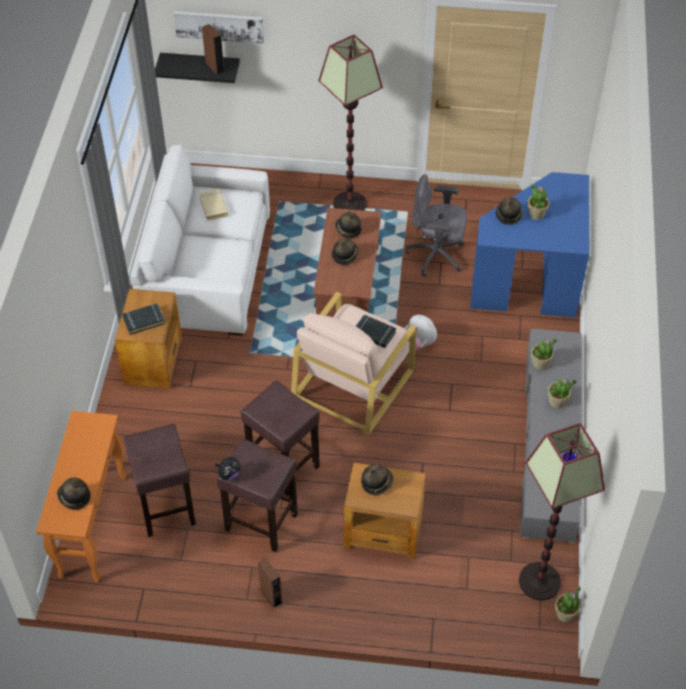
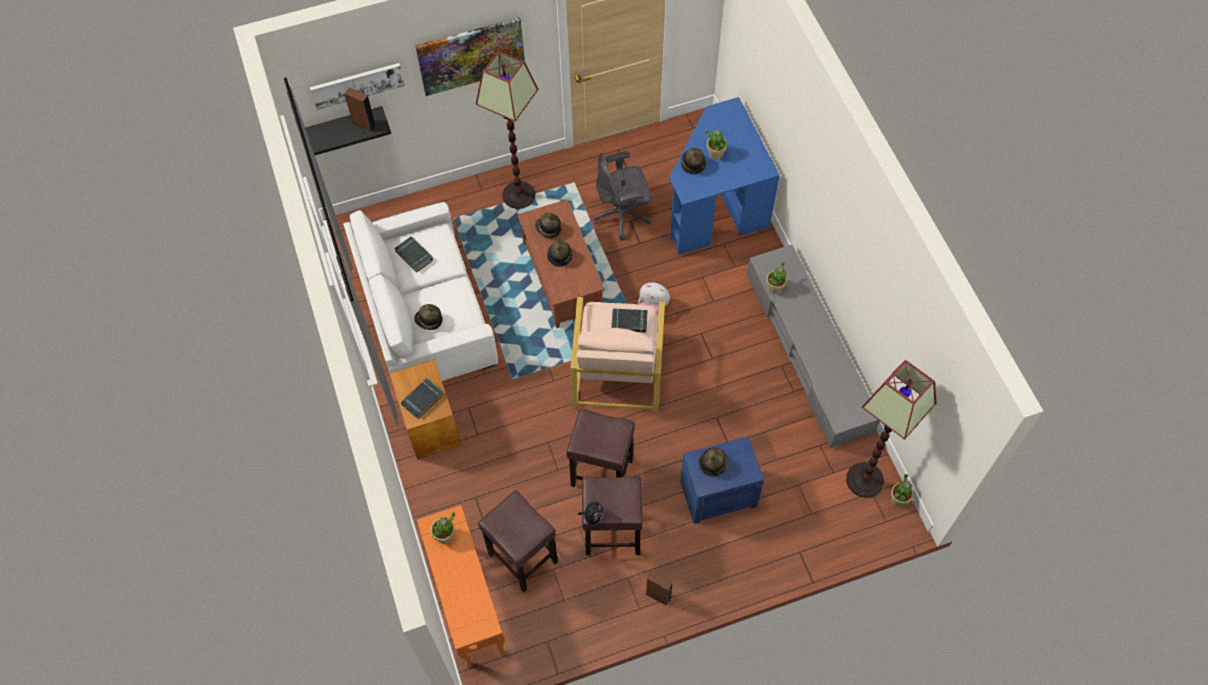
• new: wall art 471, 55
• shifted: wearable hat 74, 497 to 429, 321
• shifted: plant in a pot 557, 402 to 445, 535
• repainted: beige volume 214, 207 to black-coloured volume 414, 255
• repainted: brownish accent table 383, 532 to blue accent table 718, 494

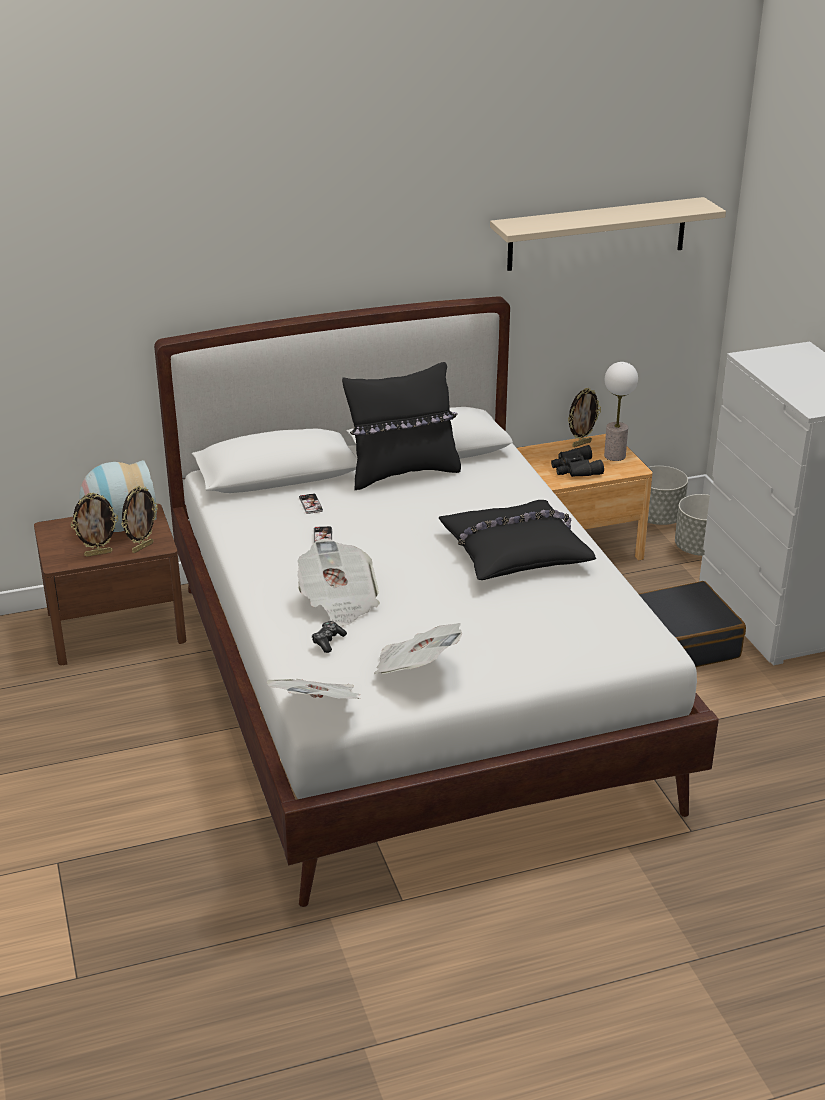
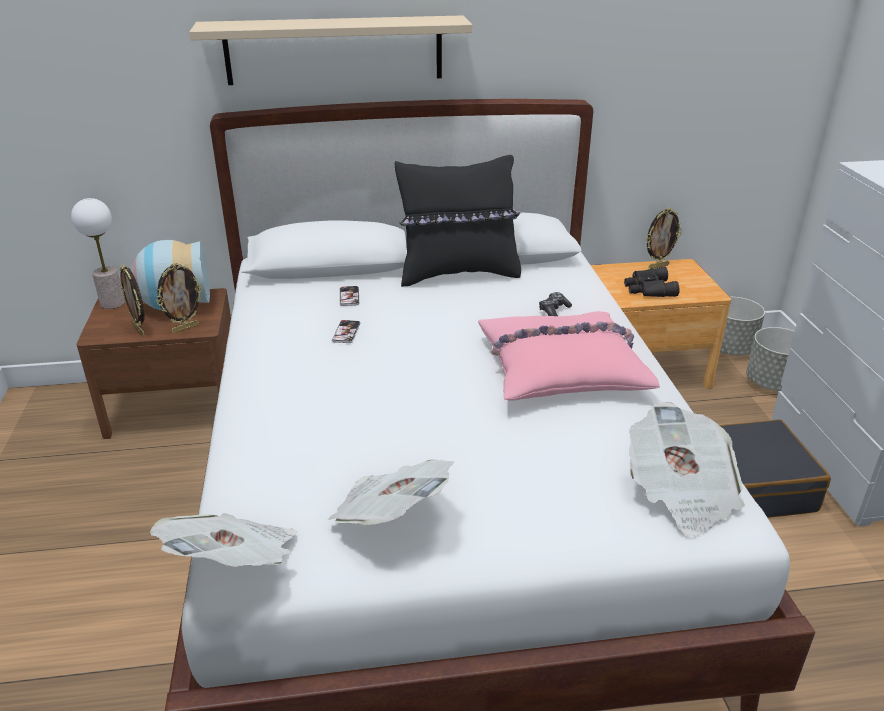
• shifted: printed paper 339, 601 to 680, 493
• shifted: game controller 328, 641 to 553, 310
• shifted: beige bracket shelf 597, 234 to 334, 50
• shifted: tabletop lamp 614, 456 to 112, 303
• repainted: black-coloured pillow 514, 551 to pinkish pillow 561, 368
• rotated: picture frame 98, 553 = 140, 330 60 degrees clockwise

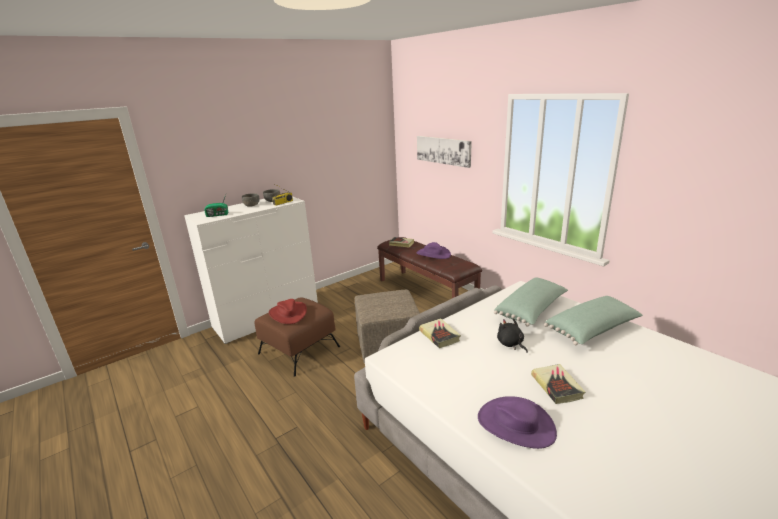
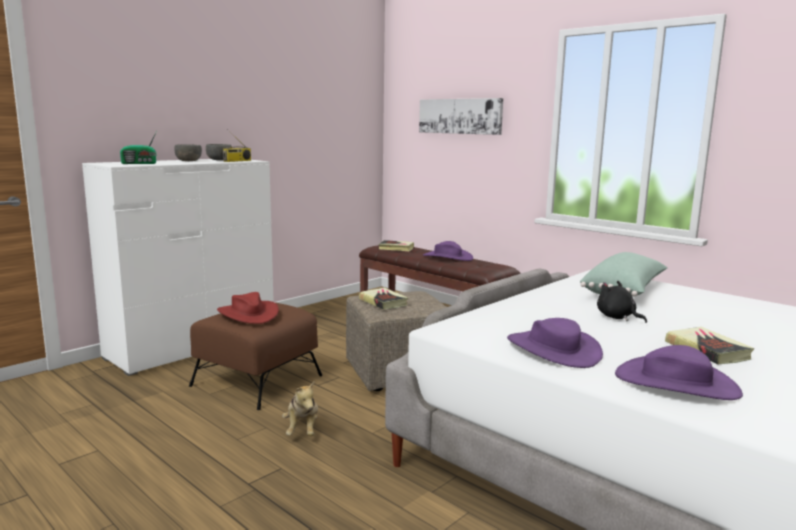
• gone: green pillow 593, 330
• new: soft toy 302, 430
• new: purplish wearable hat 553, 349
• shifted: volume 439, 335 to 383, 302

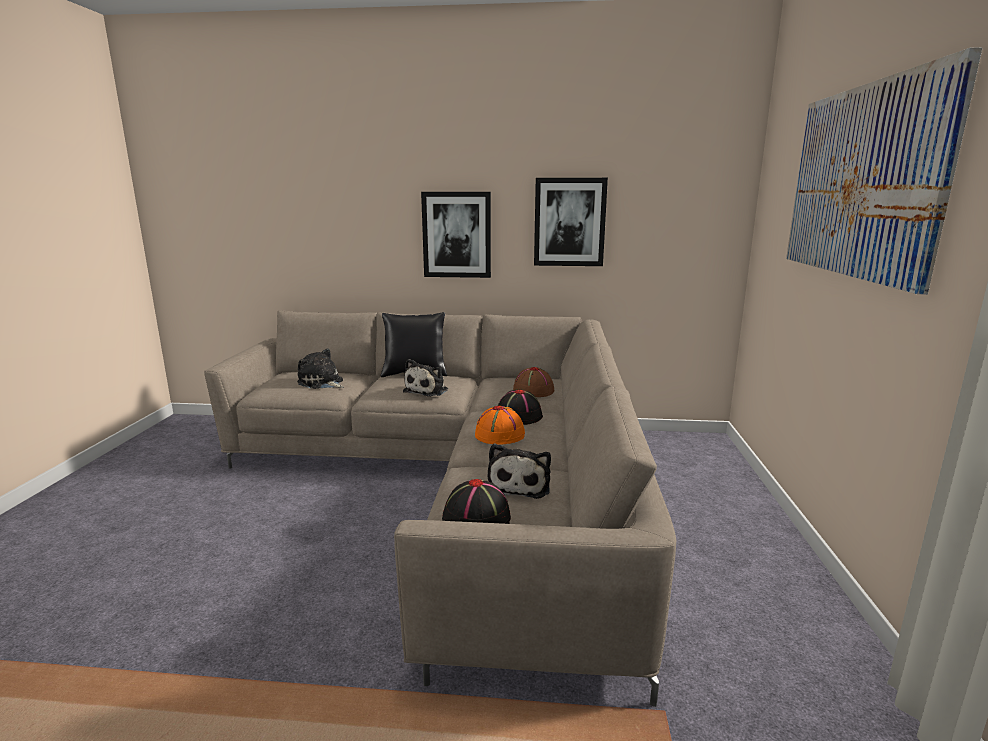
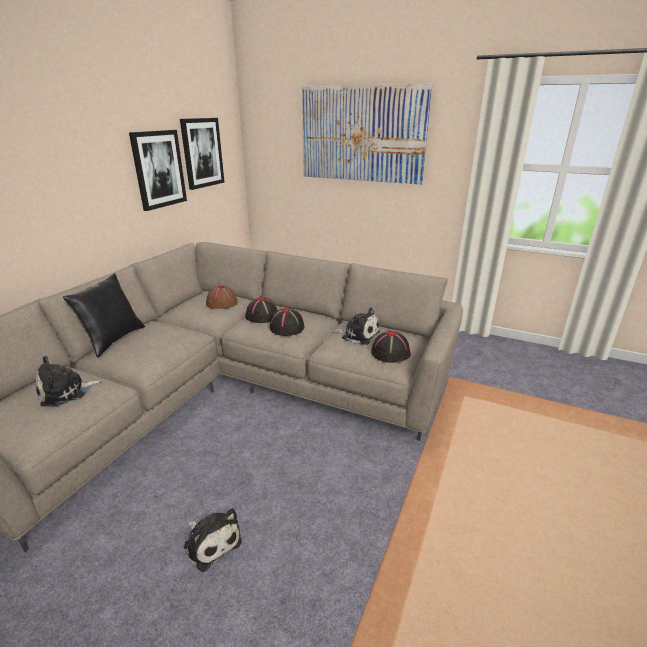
• shifted: soft toy 428, 390 to 211, 542
• shifted: wall art 457, 235 to 202, 153
• repainted: orange wearable hat 500, 434 to black-coloured wearable hat 287, 327

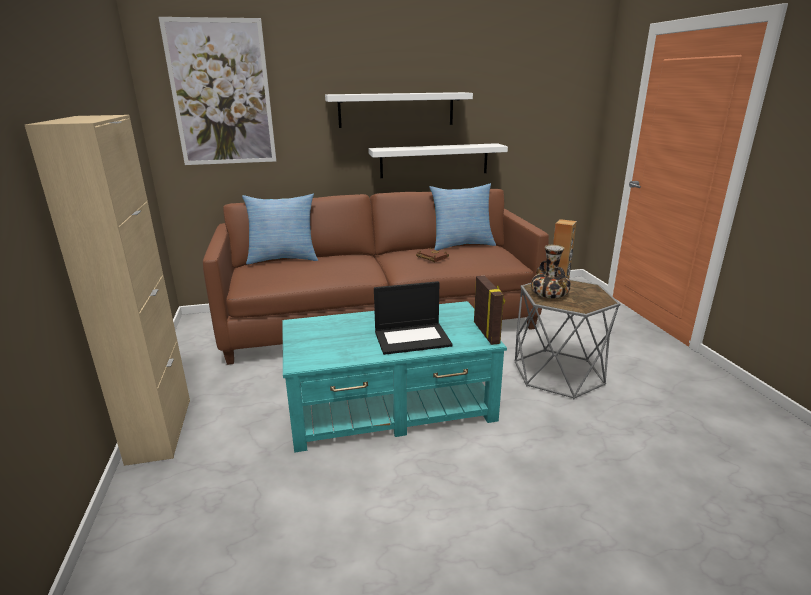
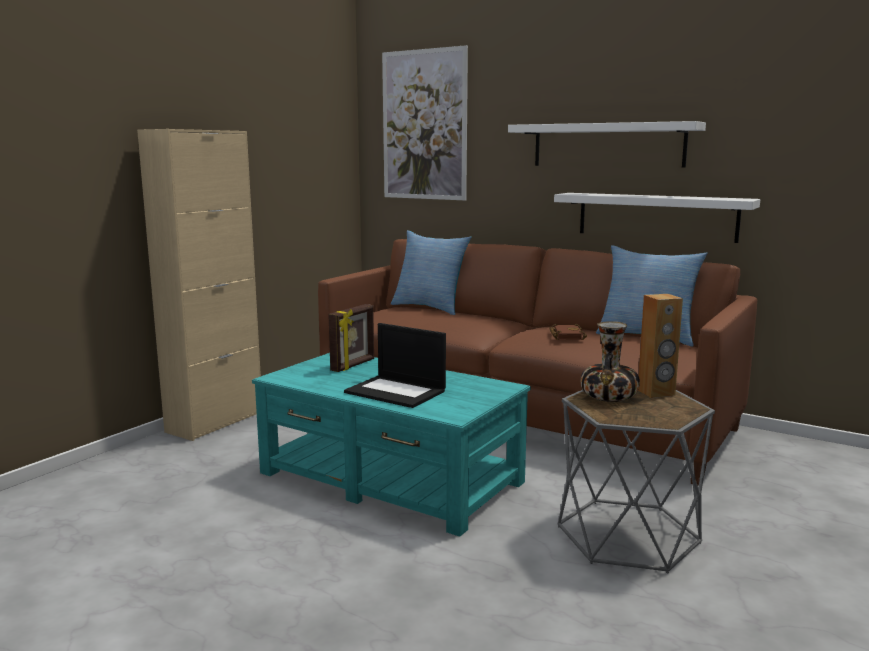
• shifted: picture frame 487, 333 to 353, 365

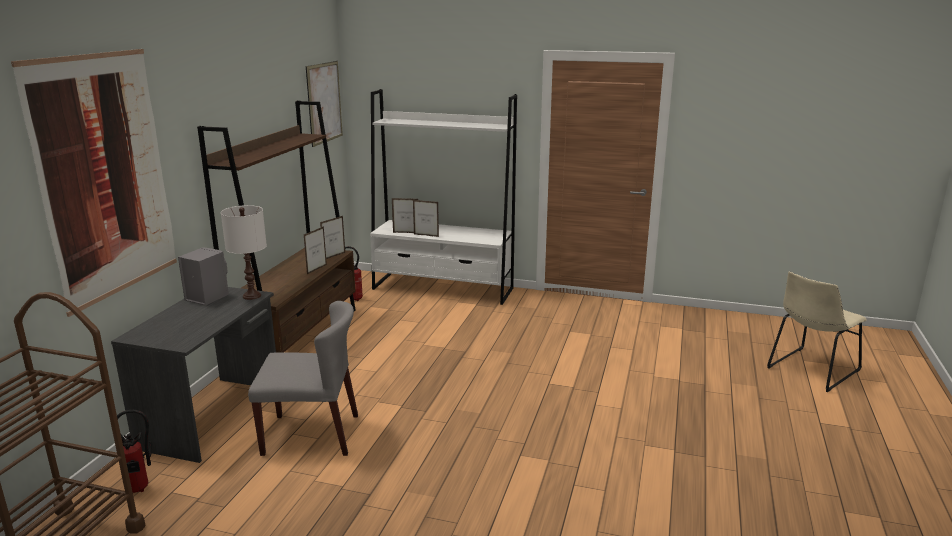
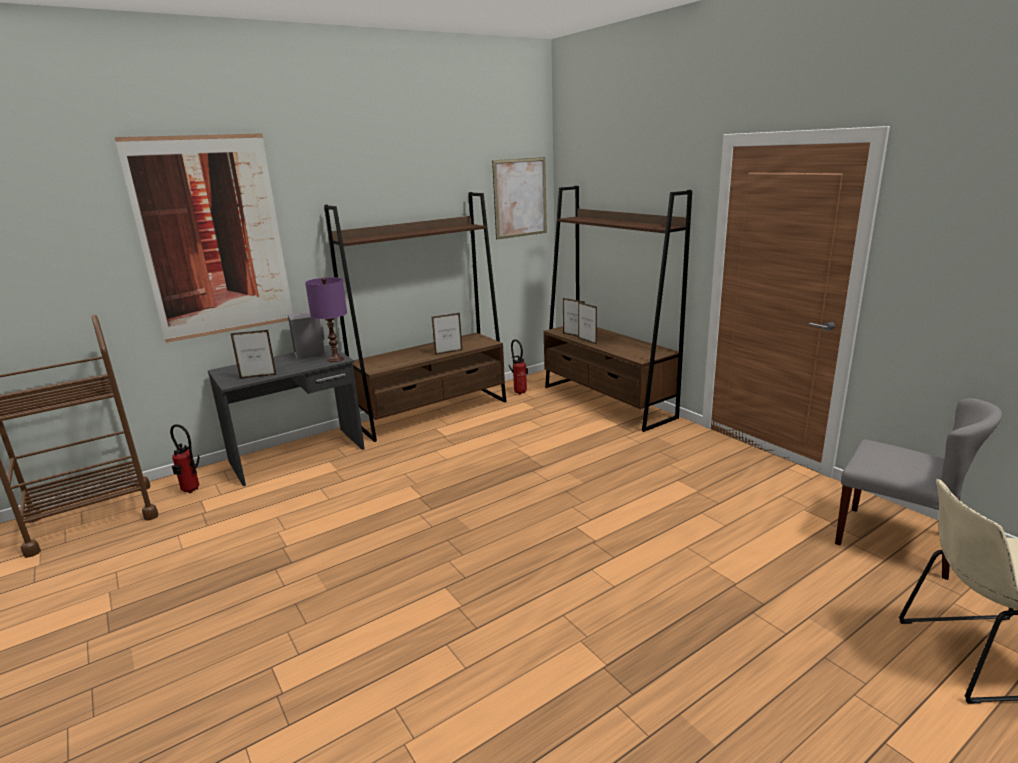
• shifted: gray plain chair 312, 434 to 897, 541
• shifted: picture frame 334, 256 to 258, 376
• repainted: white-coloured tabletop lamp 252, 296 to purplish tabletop lamp 336, 359
• repainted: white-coloured bookcase 443, 289 to brownish bookcase 607, 401

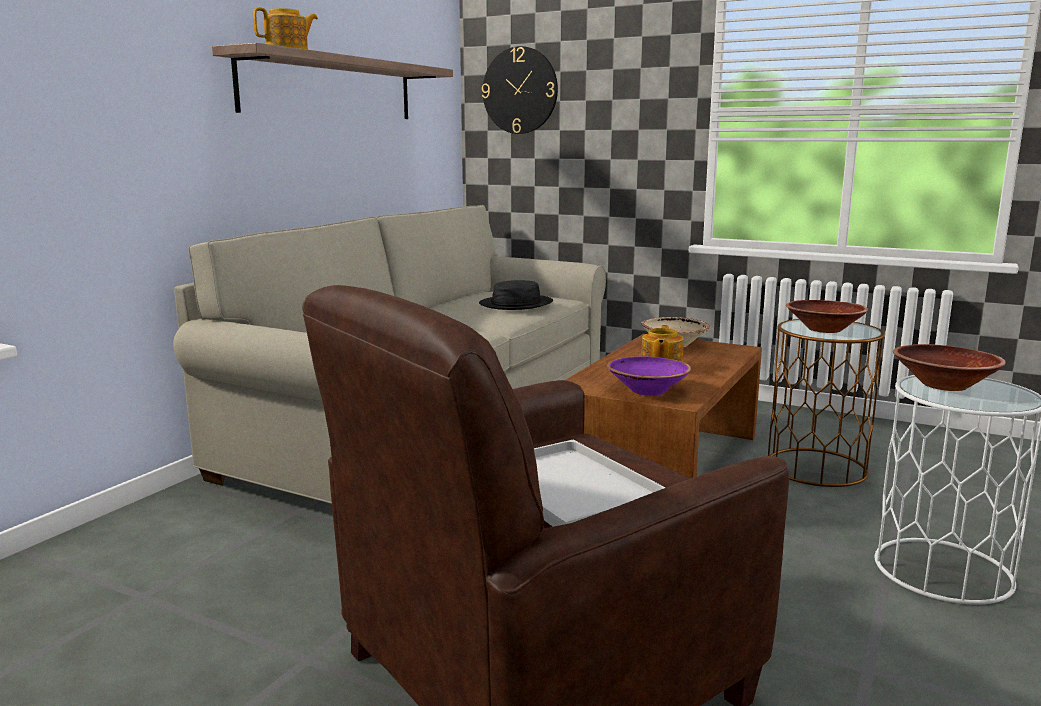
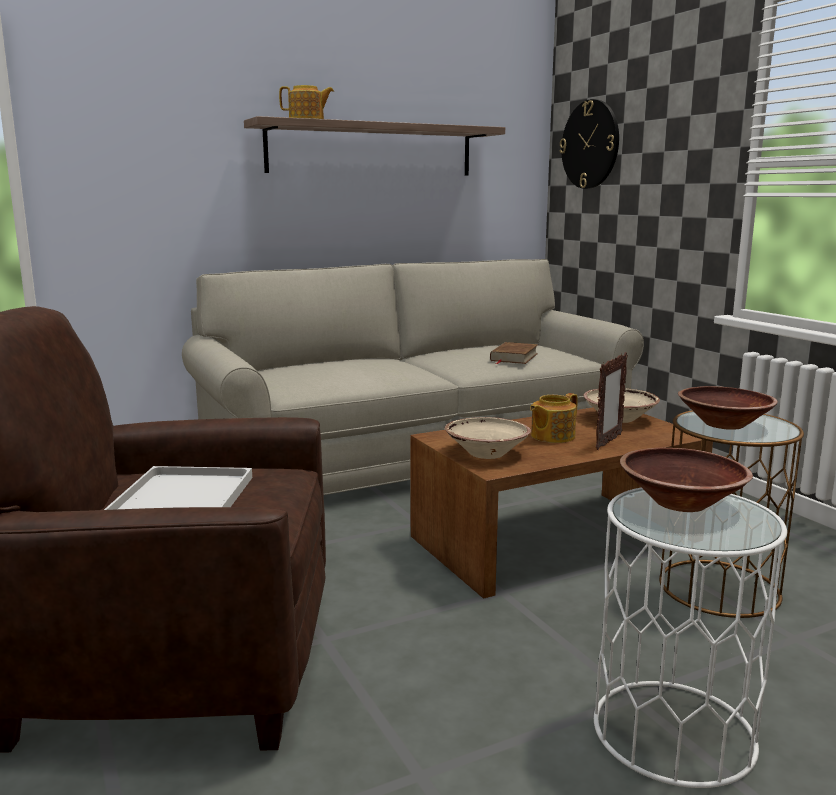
• new: picture frame 608, 442
• swapped: black-coloured wearable hat 516, 304 to brownish volume 513, 357
• repainted: purplish serving bowl 647, 391 to beige serving bowl 486, 453

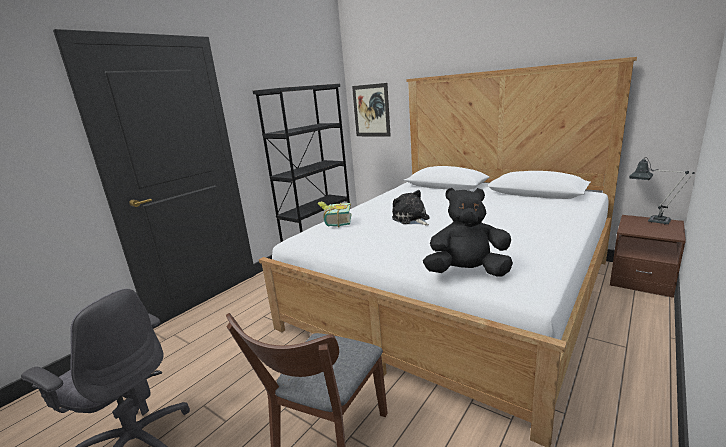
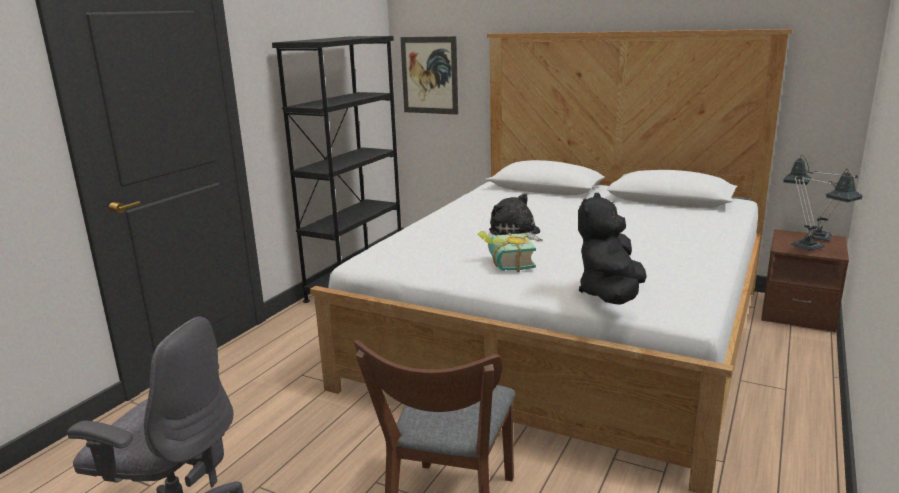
• new: tabletop lamp 813, 248
• shifted: volume 335, 222 to 505, 264
• rotated: black-coloured soft toy 467, 272 = 611, 295 60 degrees counterclockwise

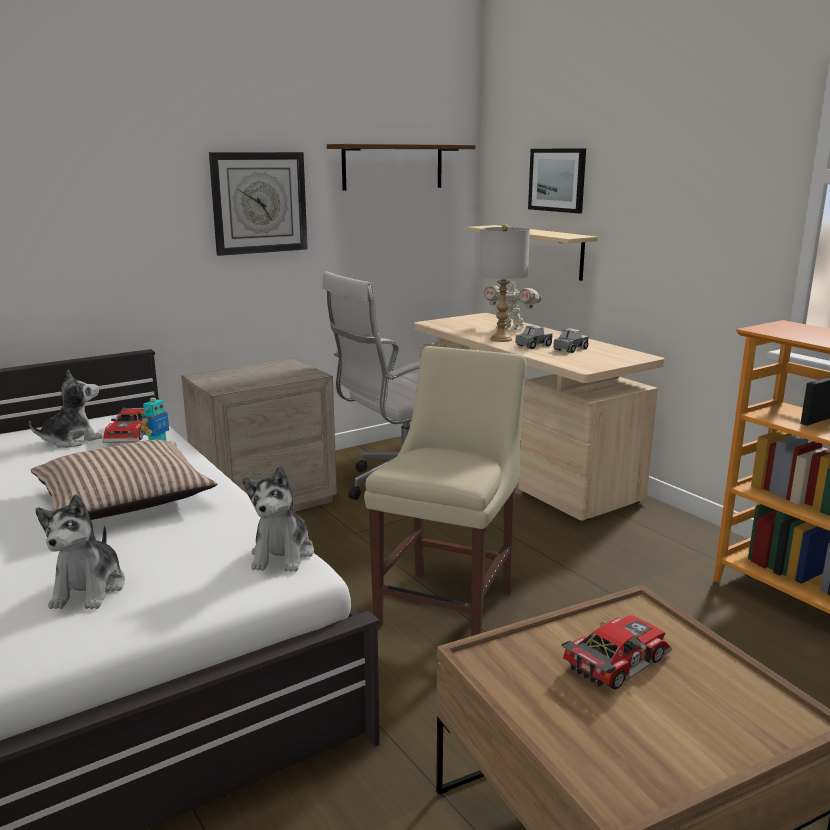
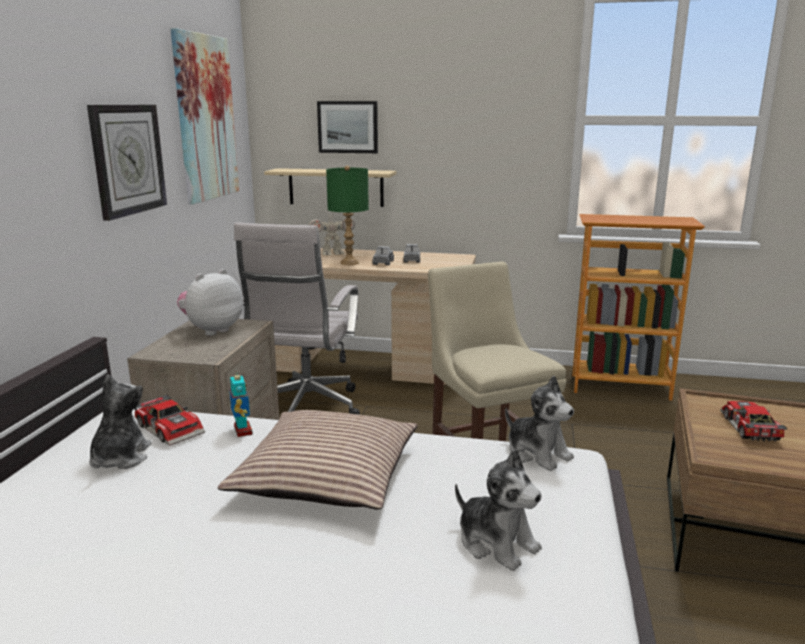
• new: soft toy 212, 330
• swapped: brownish bracket shelf 393, 167 to wall art 205, 118
• repainted: gray tabletop lamp 500, 339 to green tabletop lamp 349, 263

